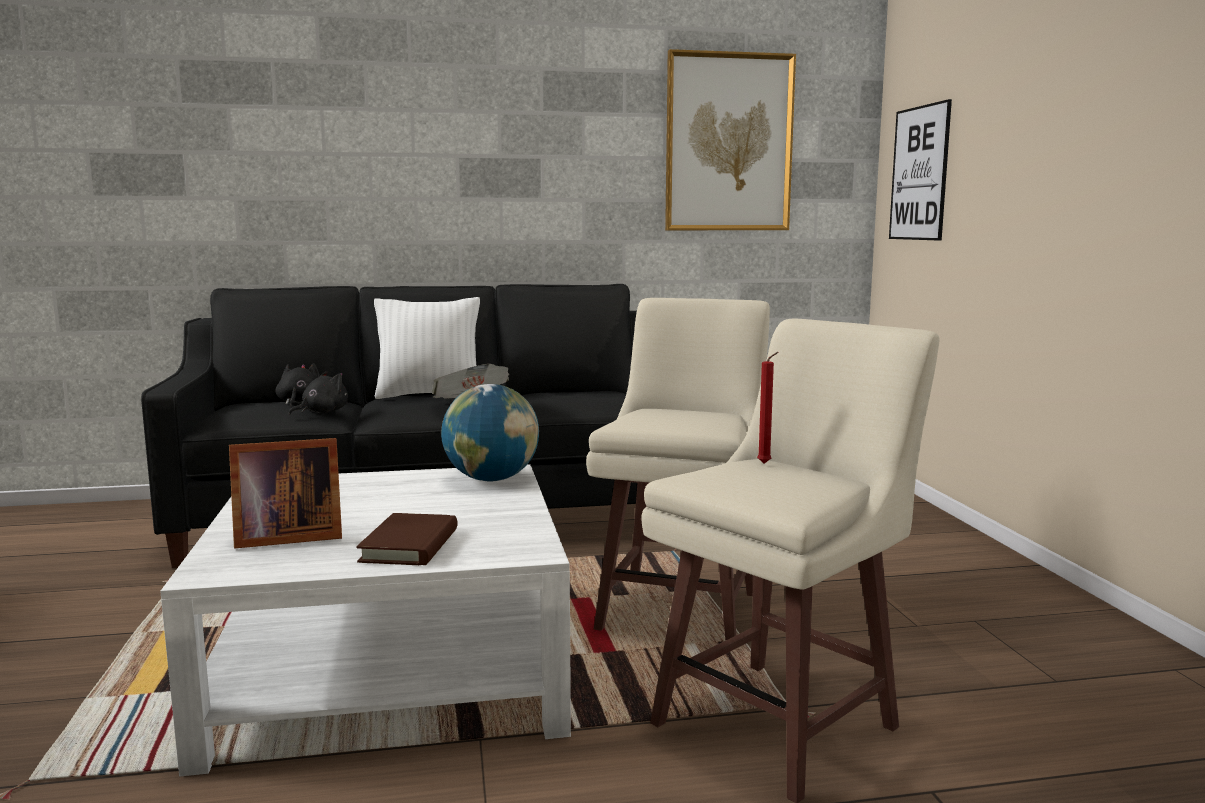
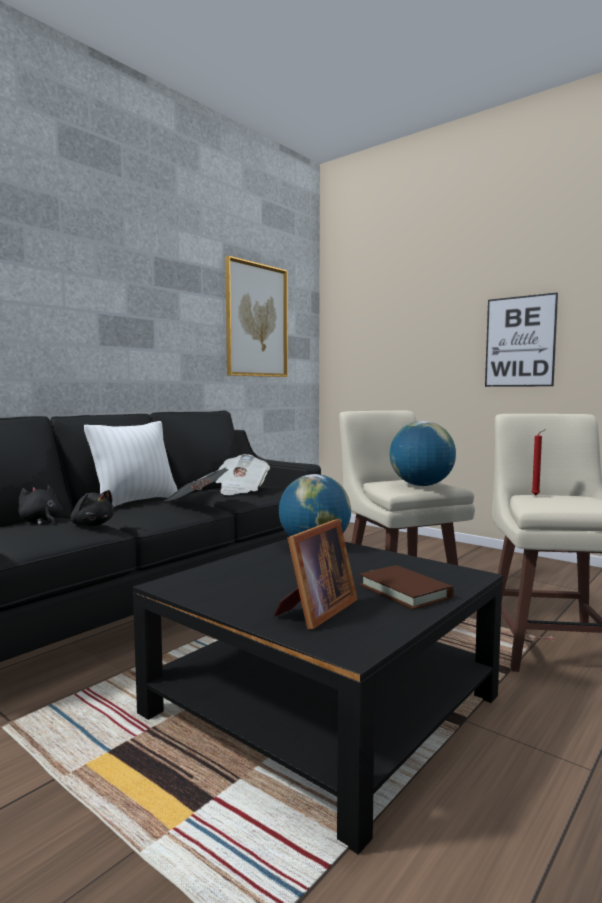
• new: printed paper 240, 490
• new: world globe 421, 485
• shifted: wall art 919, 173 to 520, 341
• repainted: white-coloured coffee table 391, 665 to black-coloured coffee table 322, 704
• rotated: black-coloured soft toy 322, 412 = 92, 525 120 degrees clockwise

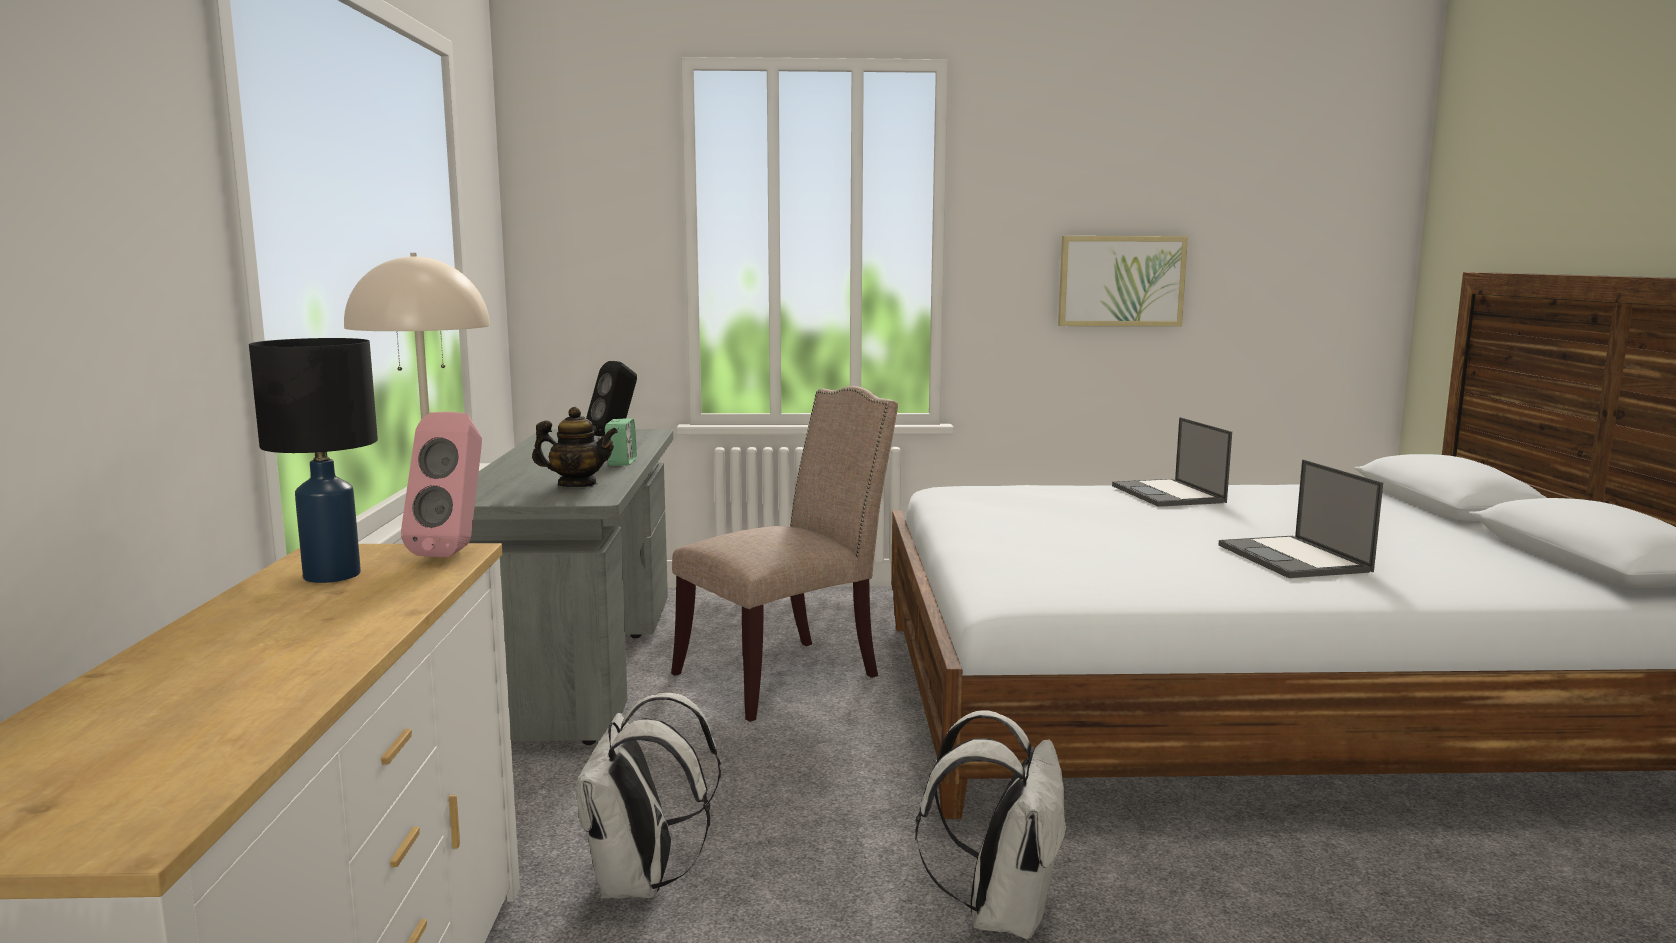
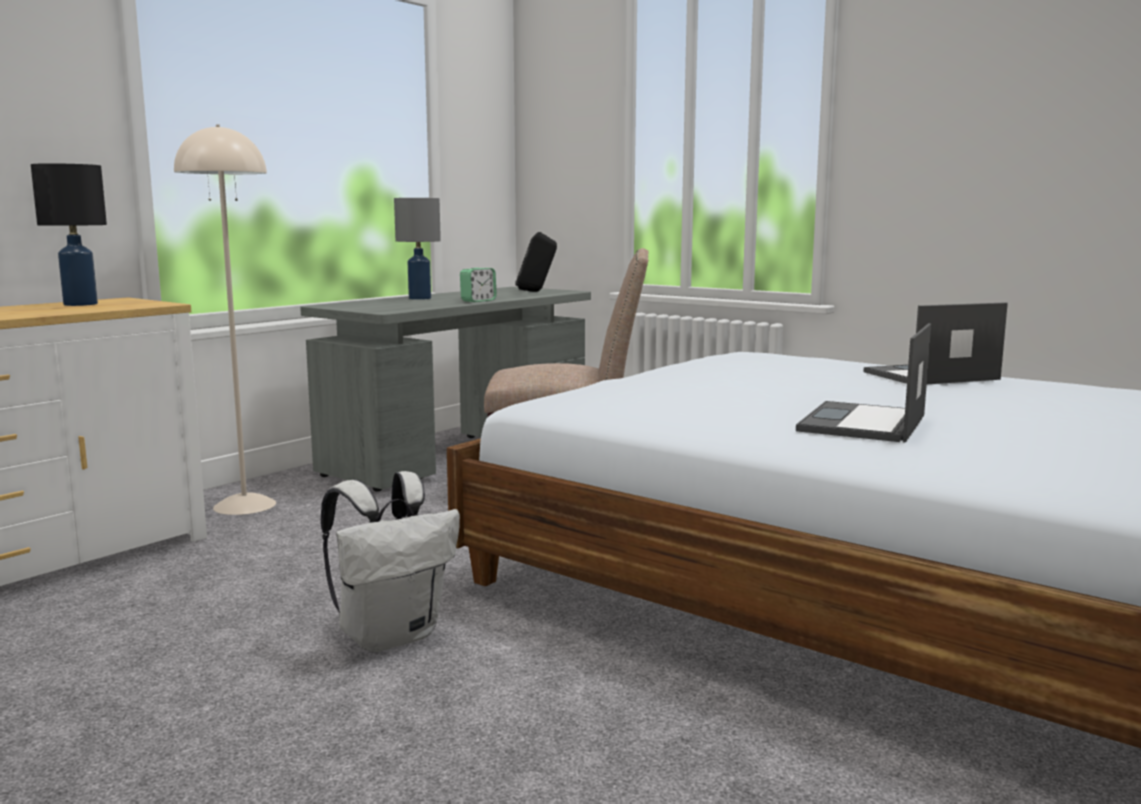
• gone: pinkish audio speaker 454, 552
• gone: teapot 577, 485
• gone: white-coloured rucksack 641, 883
• gone: wall art 1121, 281
• new: gray tabletop lamp 419, 298
• rotated: laptop 1169, 494 = 929, 376 45 degrees clockwise

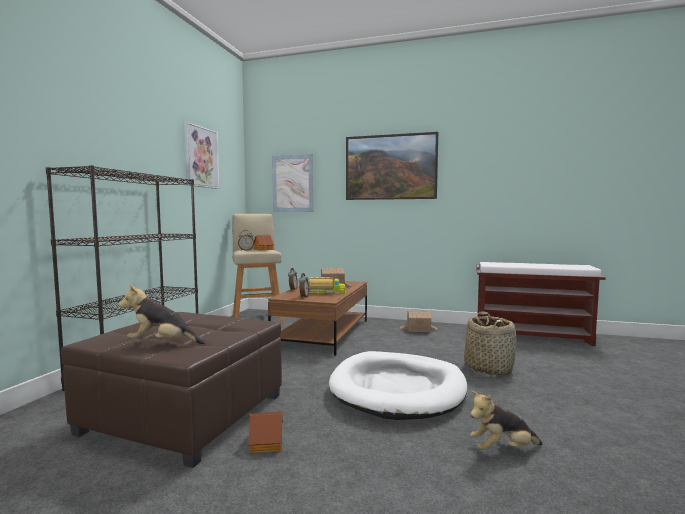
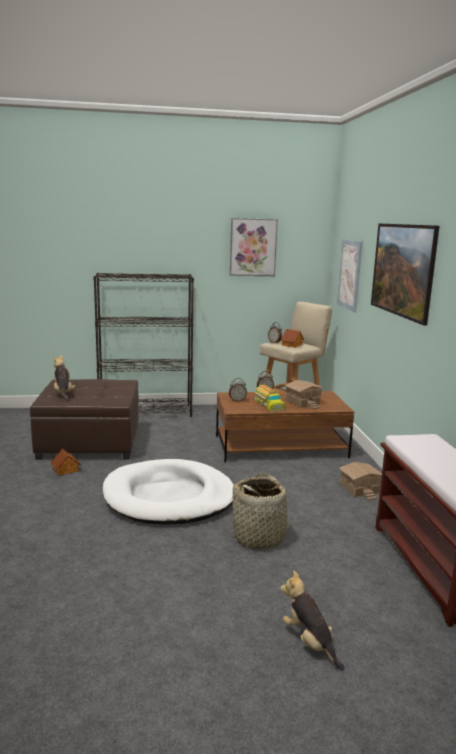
• shifted: soft toy 502, 449 to 309, 642

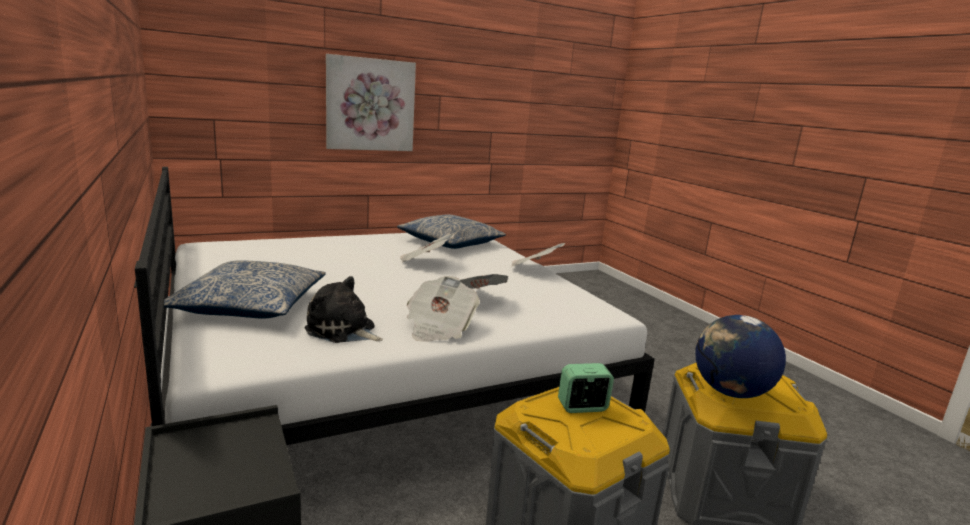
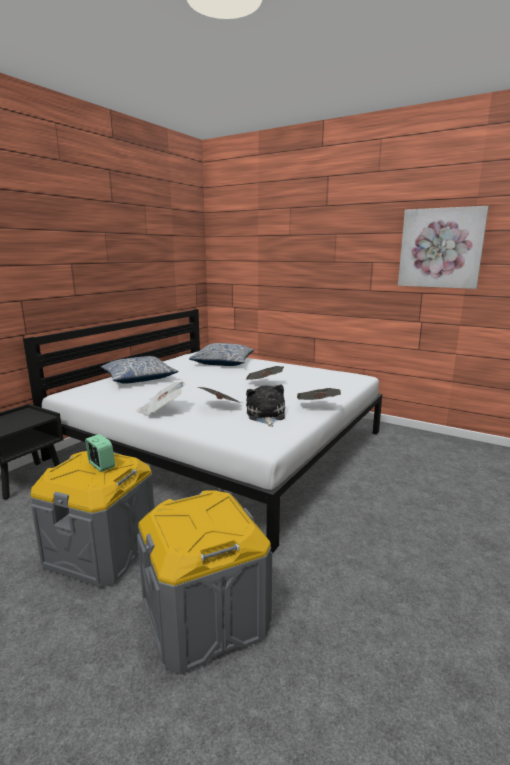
• gone: world globe 730, 392
• shifted: soft toy 343, 330 to 265, 416
• shifted: wall art 370, 105 to 440, 248
• shifted: pillow 450, 242 to 223, 362

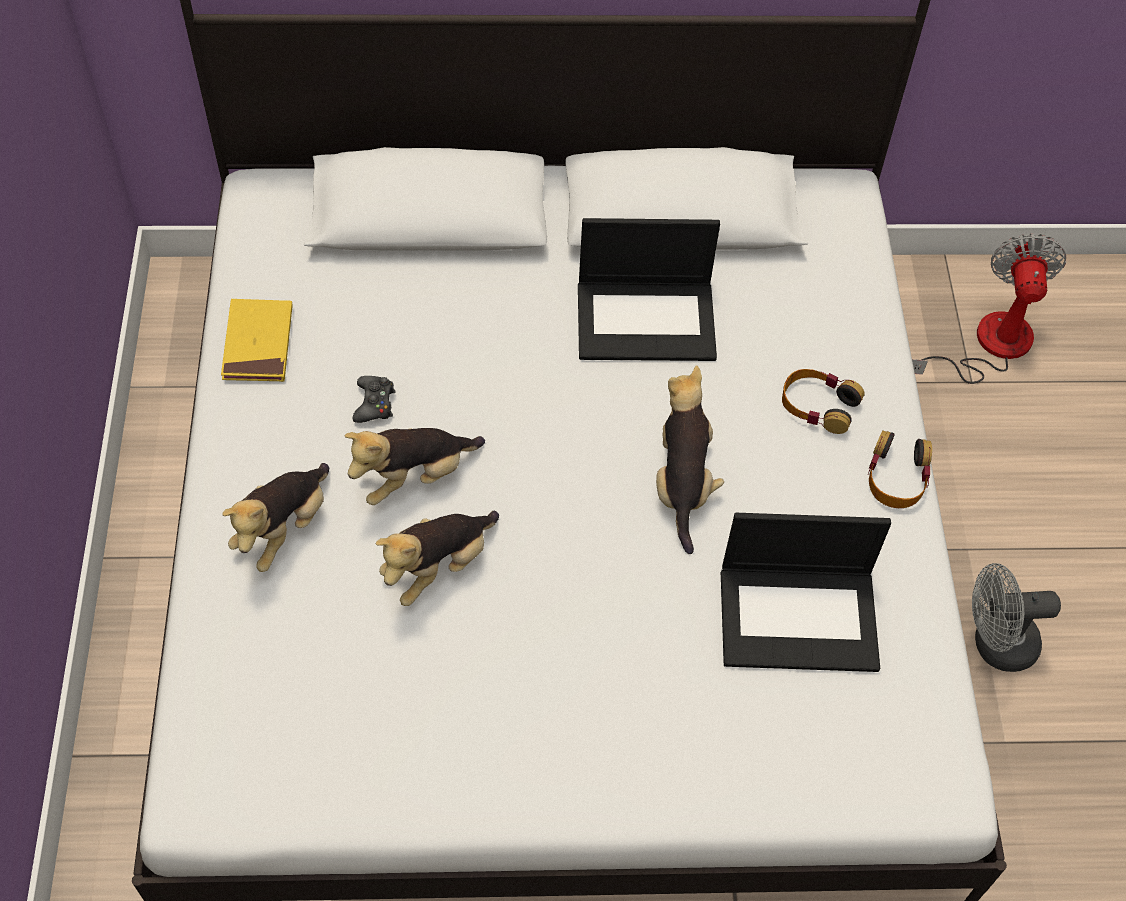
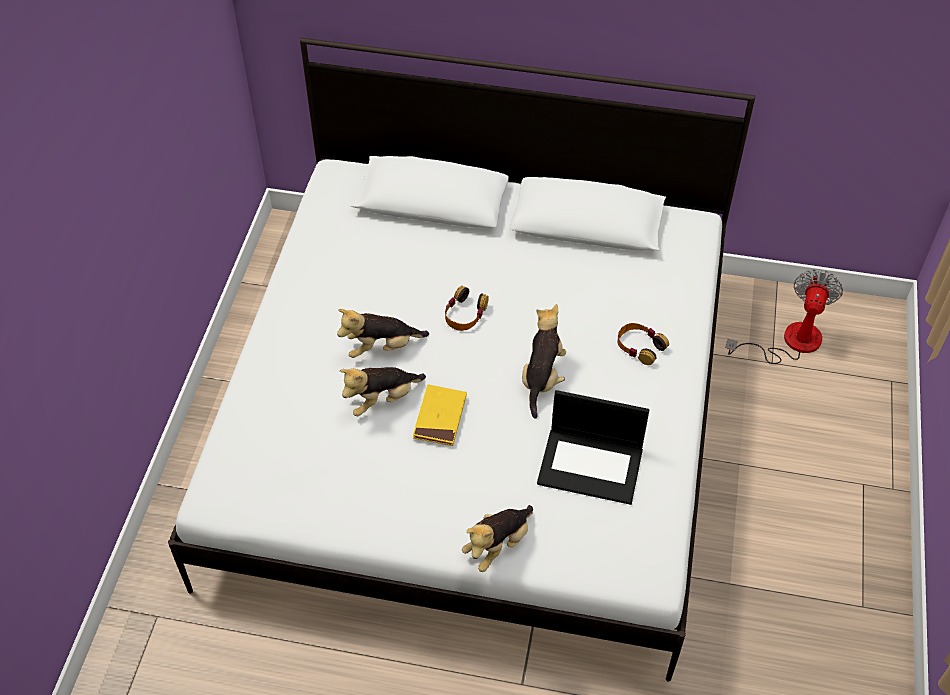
• gone: black-coloured game controller 374, 404
• gone: laptop 647, 319
• gone: gray fan 994, 644
• shifted: yellow-coloured volume 258, 343 to 440, 417
• shifted: soft toy 284, 528 to 498, 545
• shifted: pair of headphones 897, 476 to 465, 313

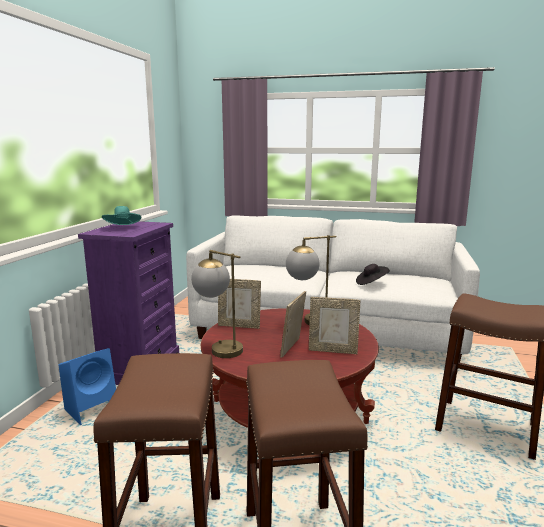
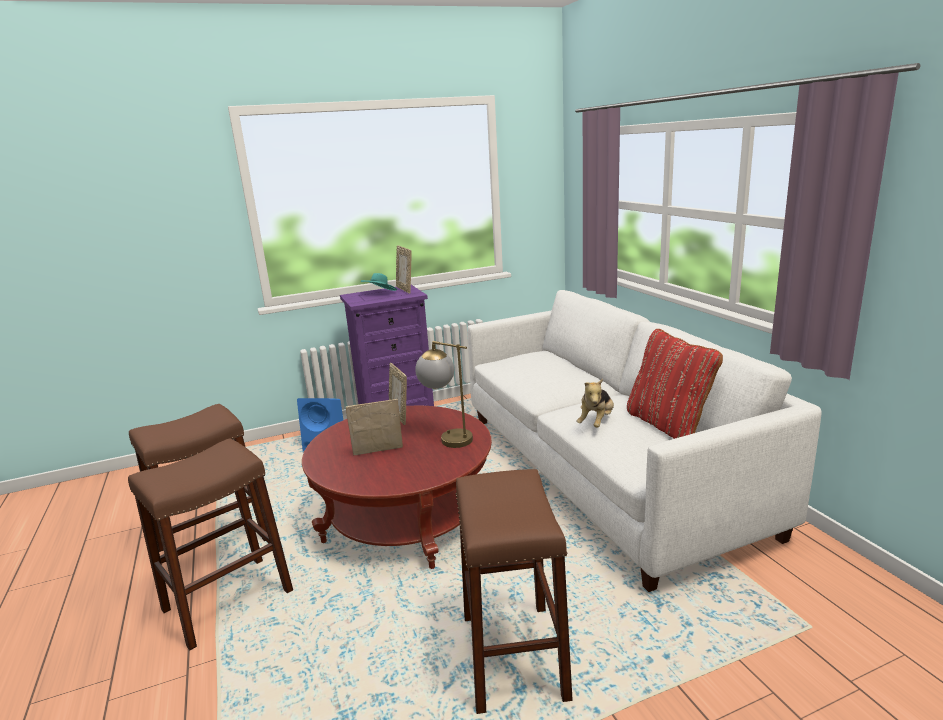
• gone: tabletop lamp 218, 348
• new: red pillow 668, 425
• shifted: picture frame 333, 350 to 405, 289
• swapped: black-coloured wearable hat 371, 283 to soft toy 596, 422

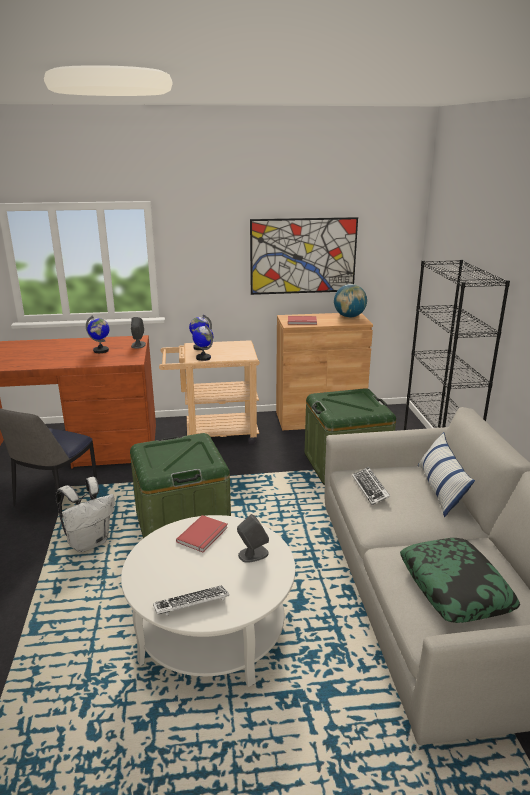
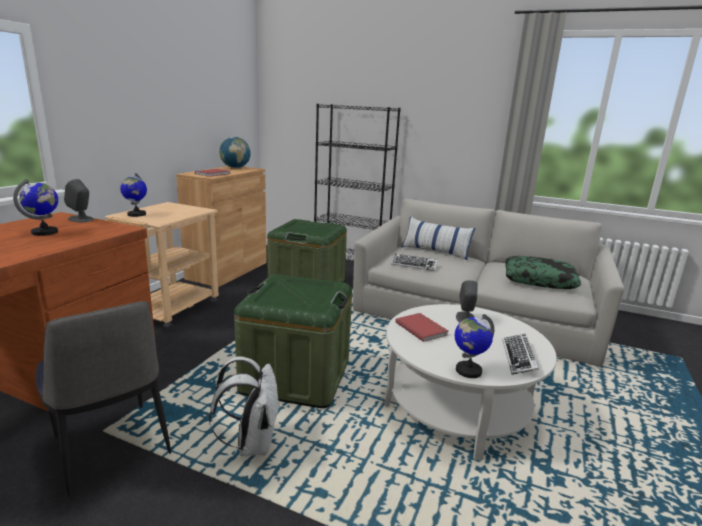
• gone: wall art 303, 256
• shifted: world globe 203, 358 to 468, 371

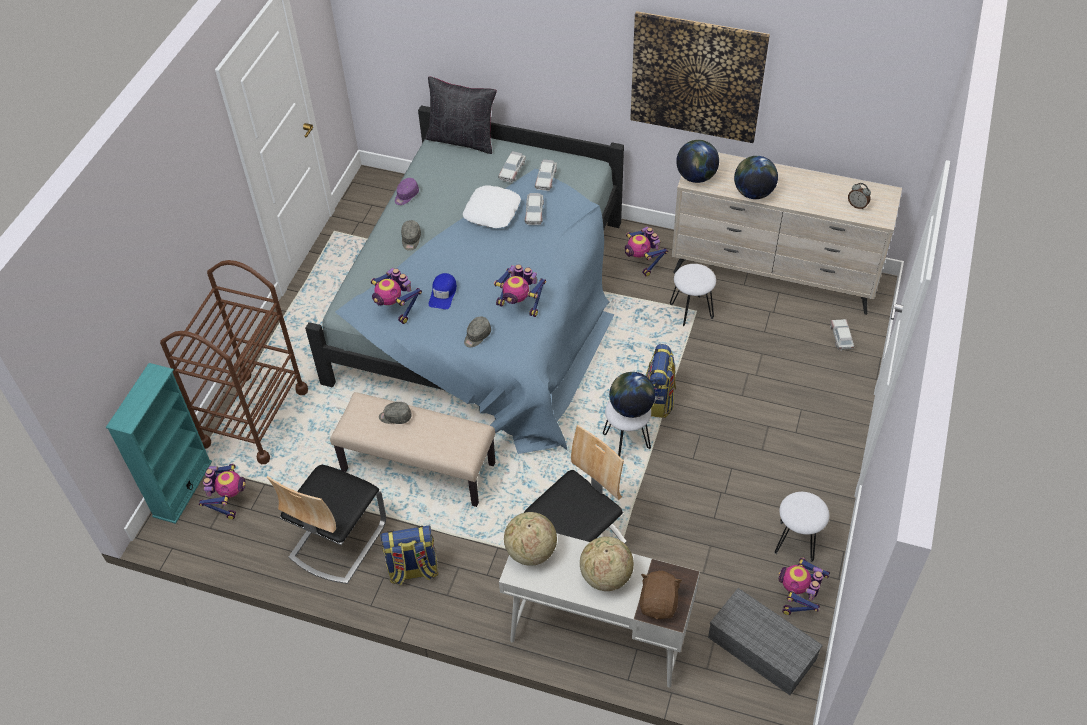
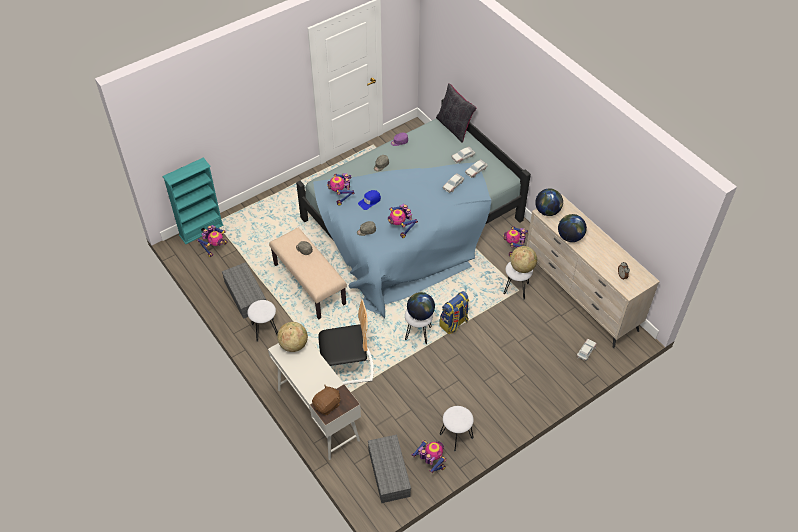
• gone: brownish trolley 254, 417
• gone: white-coloured pillow 492, 212
• gone: wall art 697, 77
• shifted: world globe 605, 576 to 522, 267
• swapped: plain chair 337, 540 to gray storage box 244, 295
• swapped: rucksack 413, 570 to white-coloured stool seat 264, 330
• rotated: robot figure 798, 598 = 430, 463 75 degrees clockwise

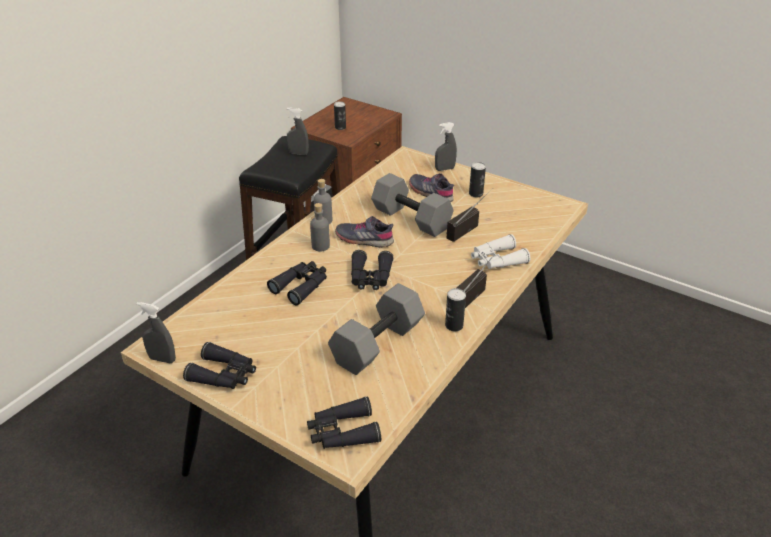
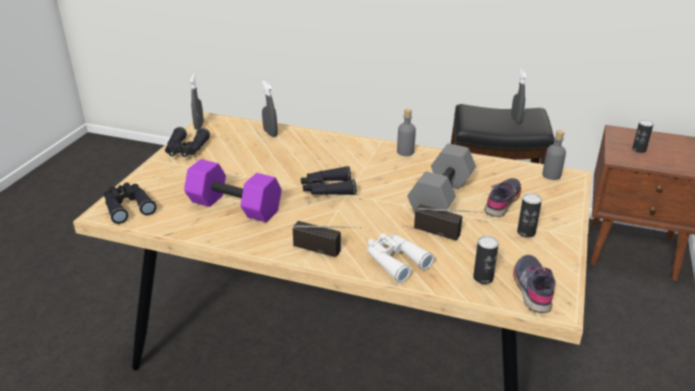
• gone: black-coloured pair of binoculars 301, 286
• shifted: gray drink bottle 320, 246 to 551, 175
• shifted: gray shoe 364, 239 to 533, 288
• shifted: gray hand sprayer 444, 169 to 270, 133
• shifted: sealed can 454, 325 to 483, 278
• repainted: gray dumbbell 377, 342 to purplish dumbbell 236, 206

